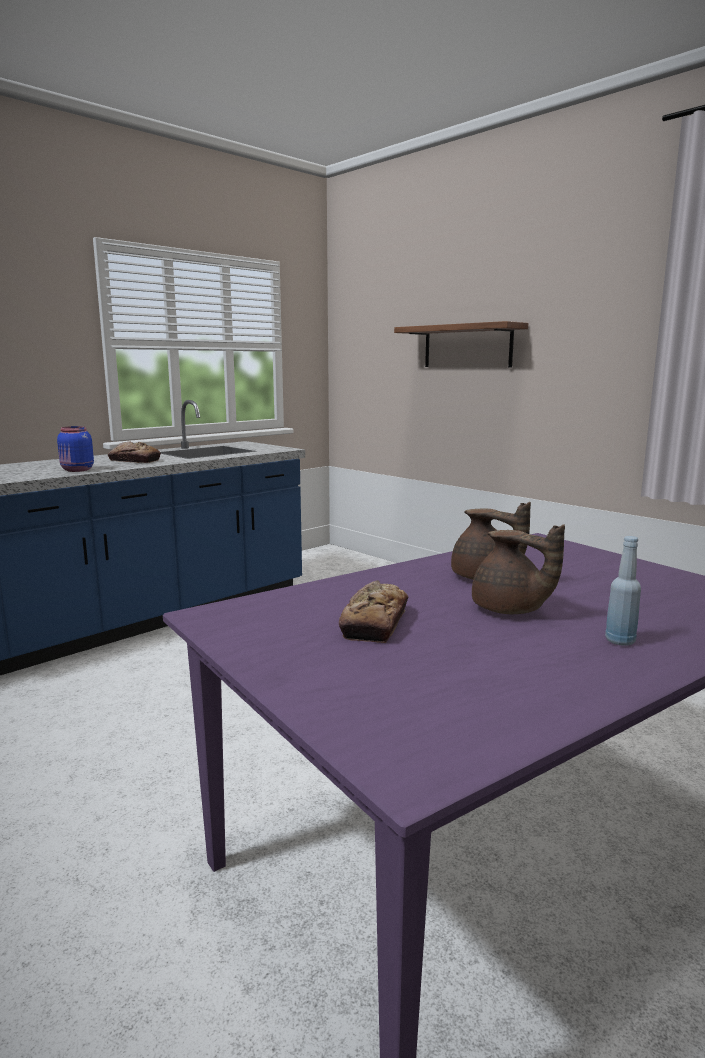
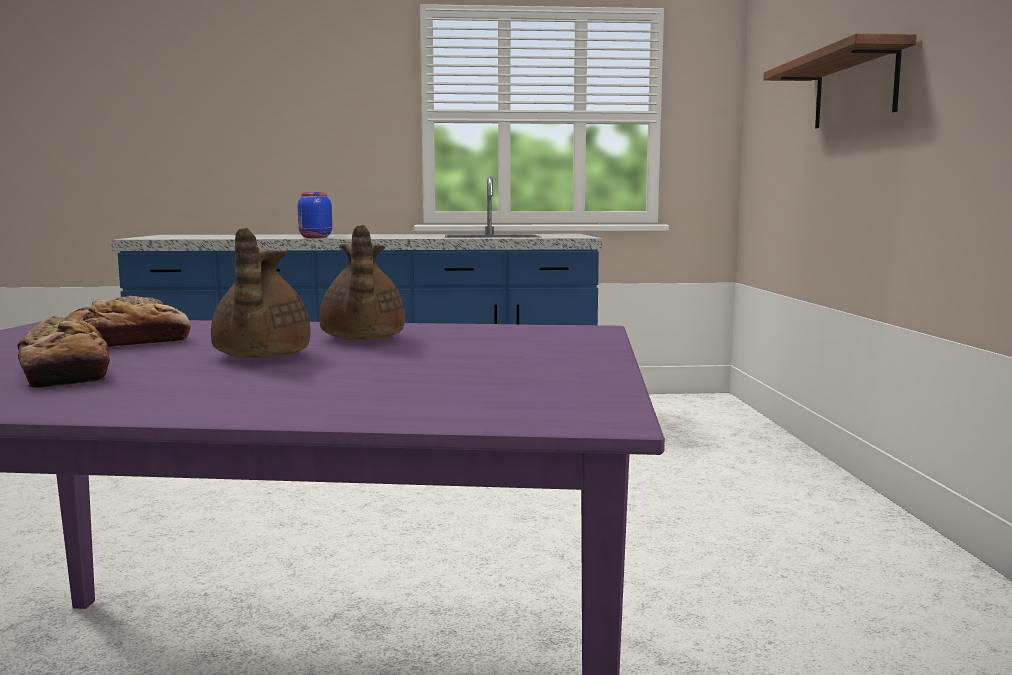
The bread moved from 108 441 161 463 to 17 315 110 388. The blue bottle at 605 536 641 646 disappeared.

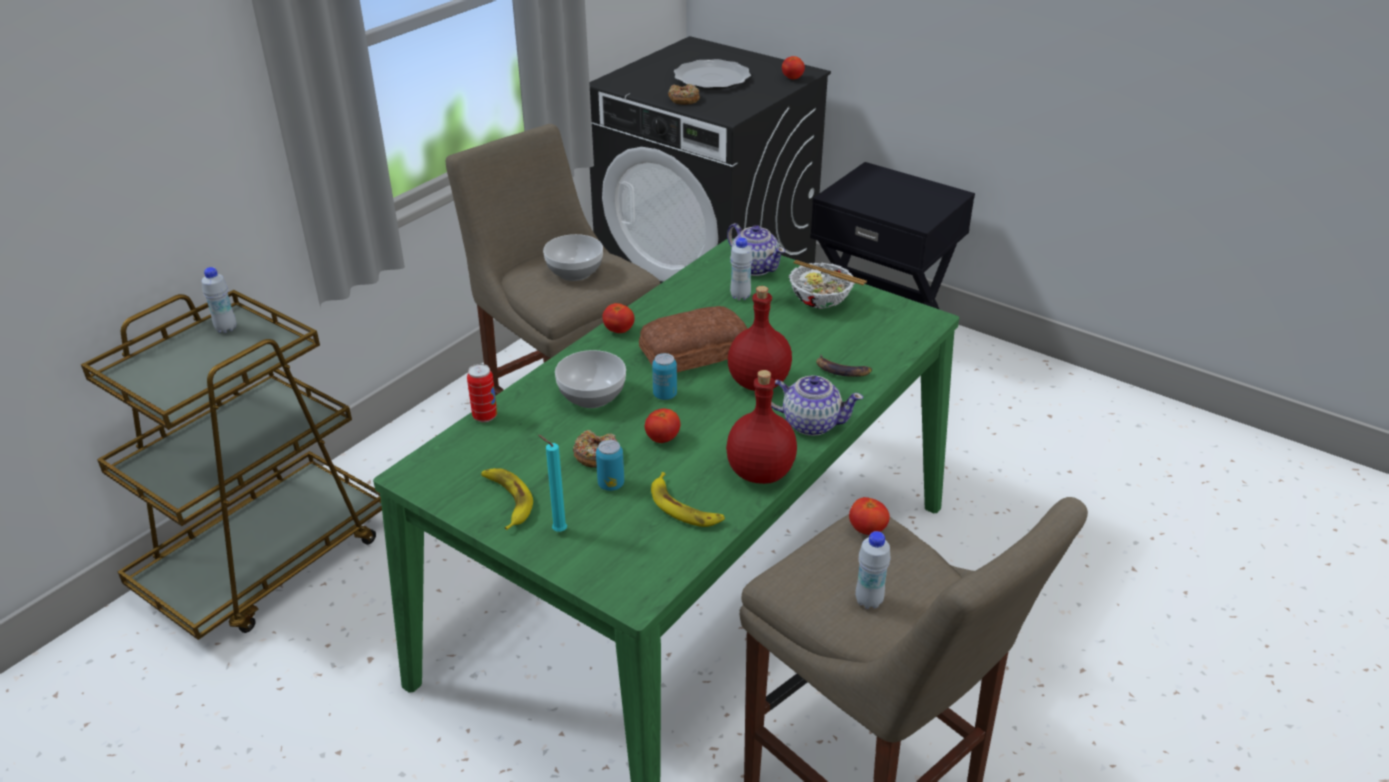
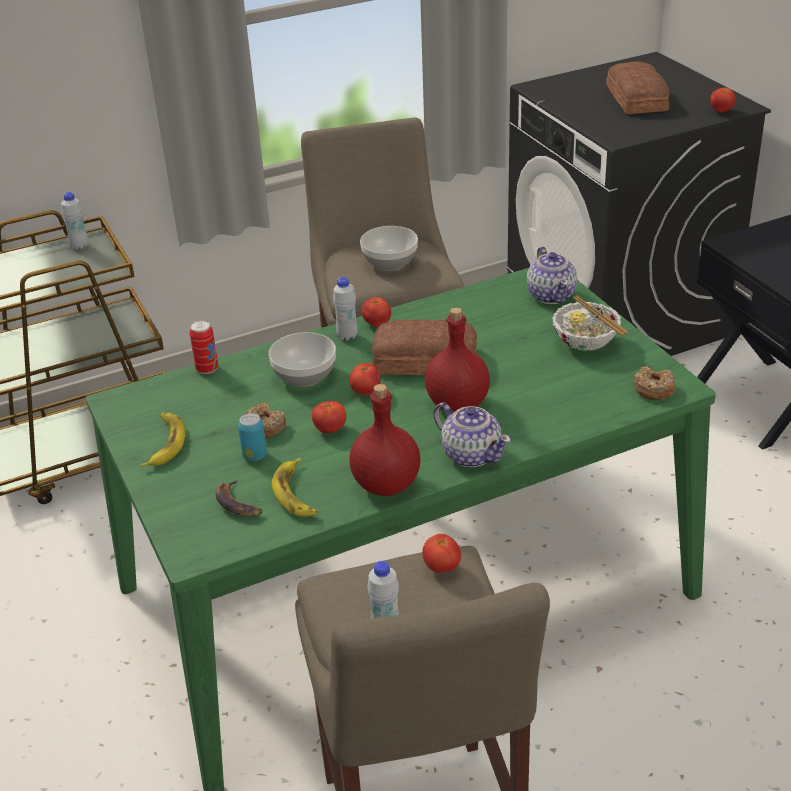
The plate at 673 59 751 90 was replaced by the bread at 606 61 670 114. The donut moved from 668 84 700 105 to 633 366 676 400. The white bottle moved from 730 238 753 301 to 333 277 358 341. The can at 652 353 677 400 was replaced by the tomato at 349 363 381 395. The banana moved from 816 355 872 377 to 215 479 263 517. The turquoise candle at 538 435 567 532 disappeared.

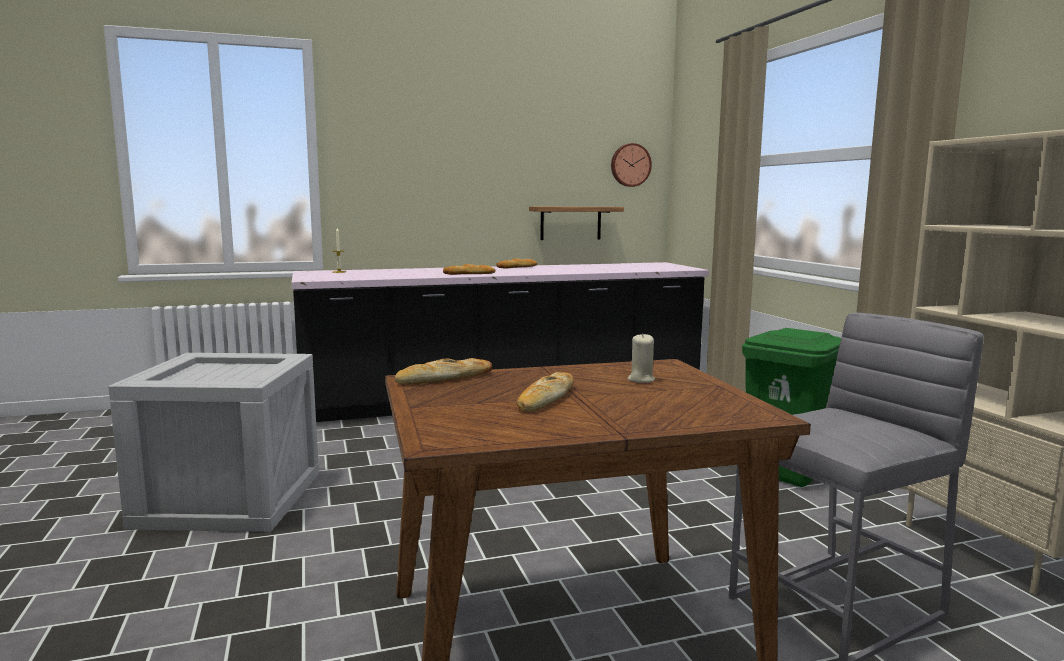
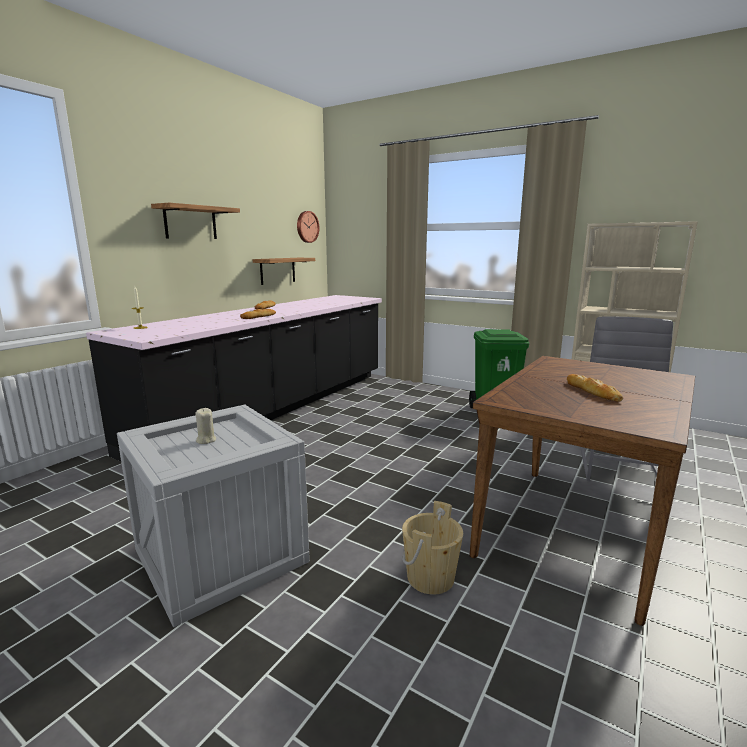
The beige candle moved from 628 334 655 383 to 195 408 216 444. The bread at 395 358 492 384 disappeared. The shelf at 151 203 240 239 appeared. The beige bucket at 402 501 463 594 appeared.

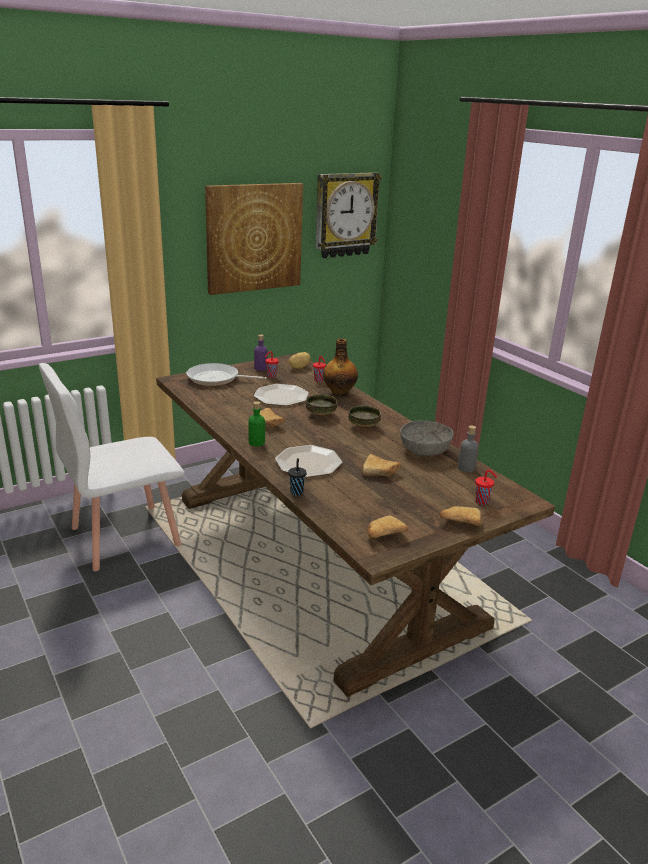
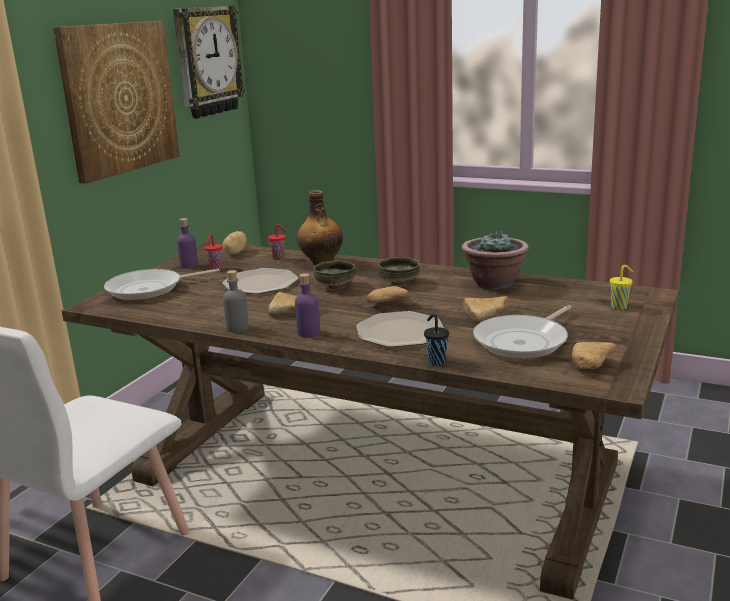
The green bottle at 248 401 265 447 became the purple bottle at 295 273 320 337. The grey bowl at 400 421 453 456 was replaced by the potted plant at 461 231 529 290. The grey bottle moved from 458 426 479 472 to 223 270 249 333. The red cup at 475 470 497 505 became the yellow cup at 610 265 633 310. The bread moved from 440 506 482 526 to 366 286 410 303. The frying pan at 473 305 572 359 appeared.

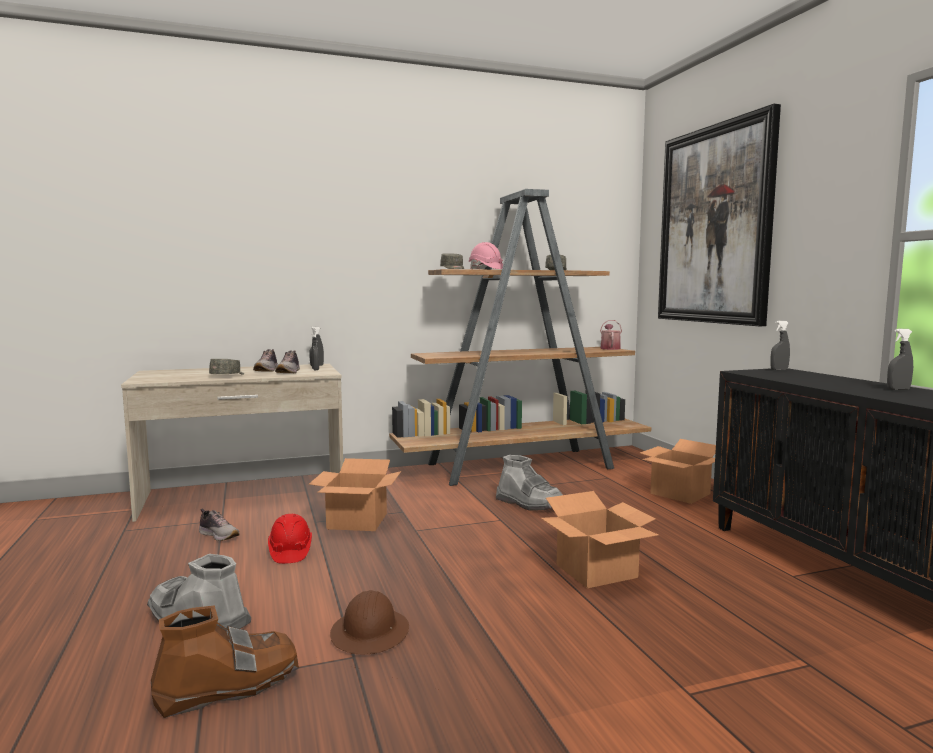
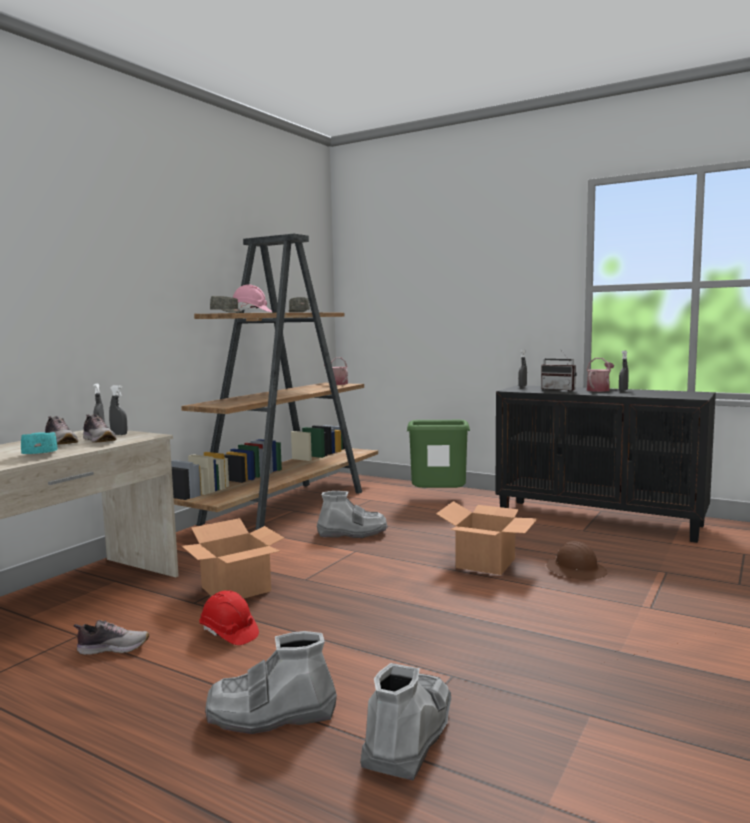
The picture at 658 104 781 326 disappeared. The grey cap at 209 359 244 375 became the turquoise cap at 21 432 57 454. The cardboard box at 640 439 716 504 was replaced by the green trash can at 407 420 470 488. The brown hard hat moved from 330 590 409 654 to 546 541 608 580. The brown boot at 151 605 299 718 became the grey boot at 360 663 451 781. The radio at 541 349 577 391 appeared. The watering can at 587 358 614 392 appeared.

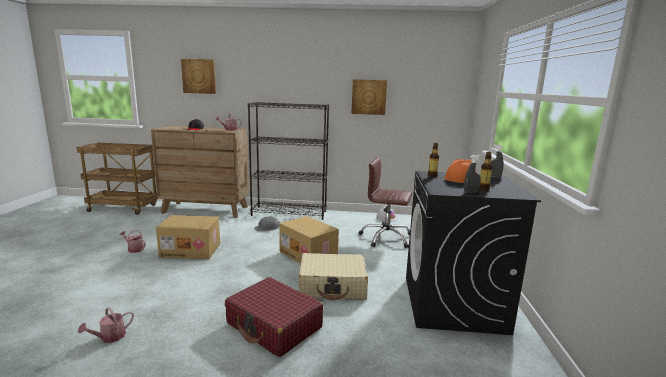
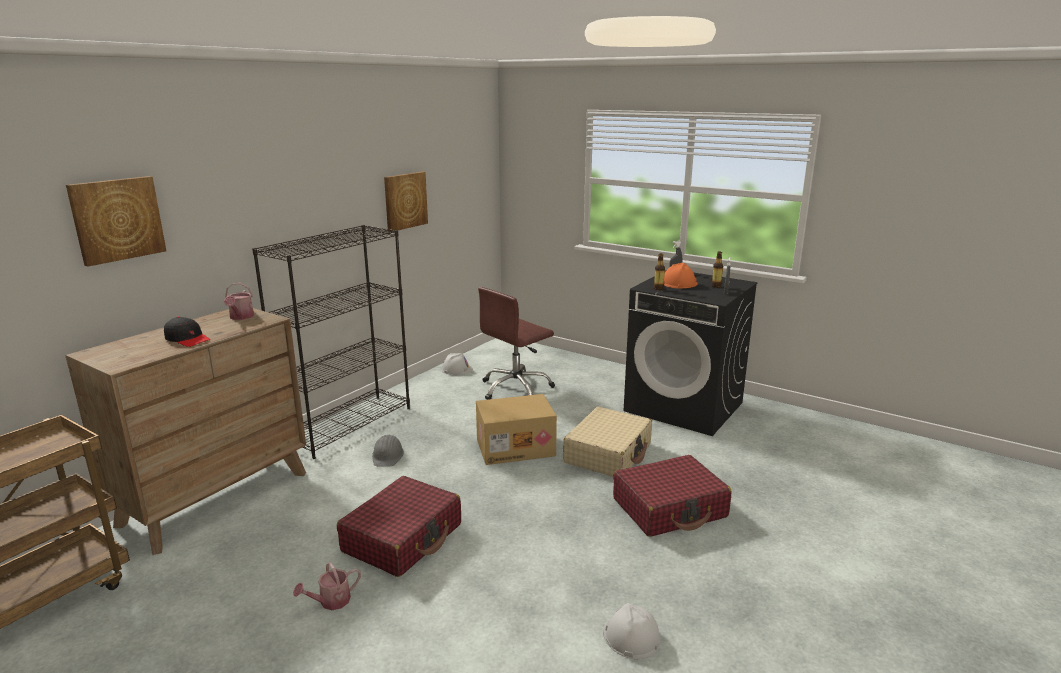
The cardboard box at 156 215 220 259 was replaced by the red suitcase at 337 476 461 577. The watering can at 78 307 134 343 was replaced by the white hard hat at 603 603 660 659.

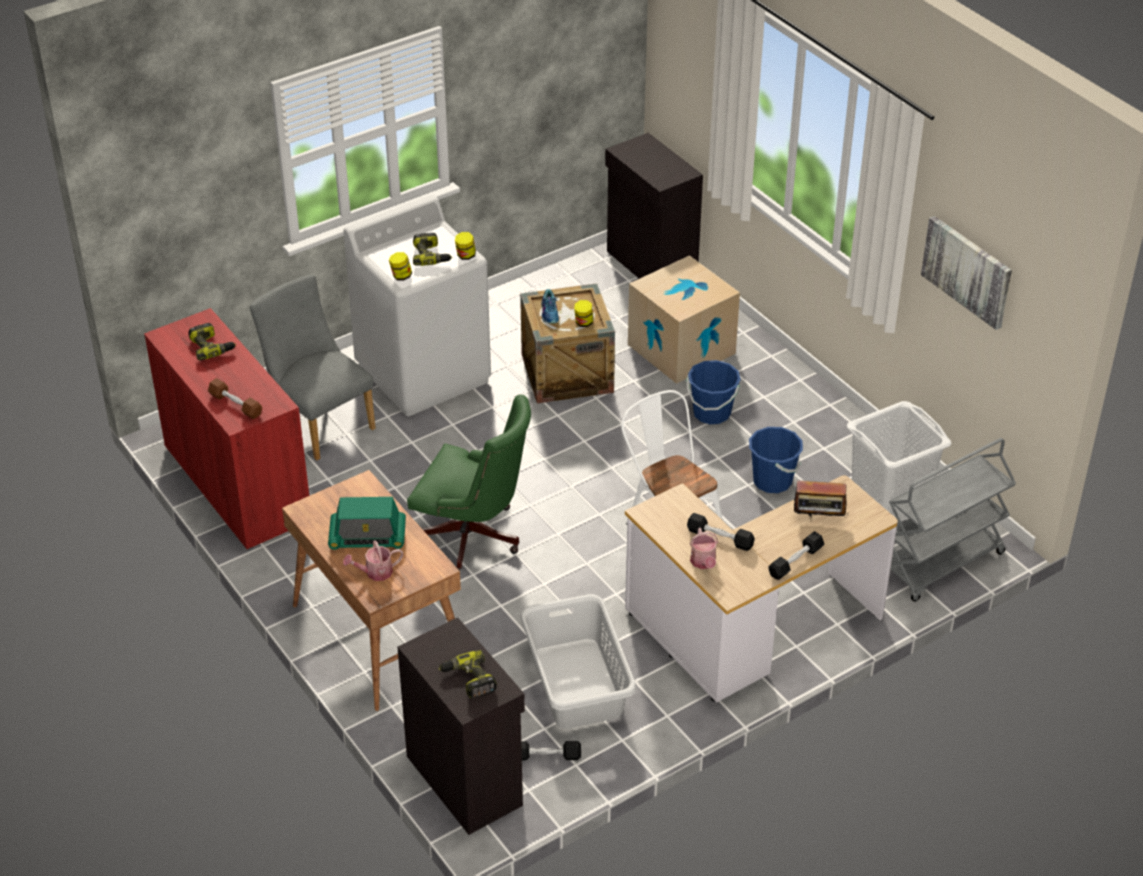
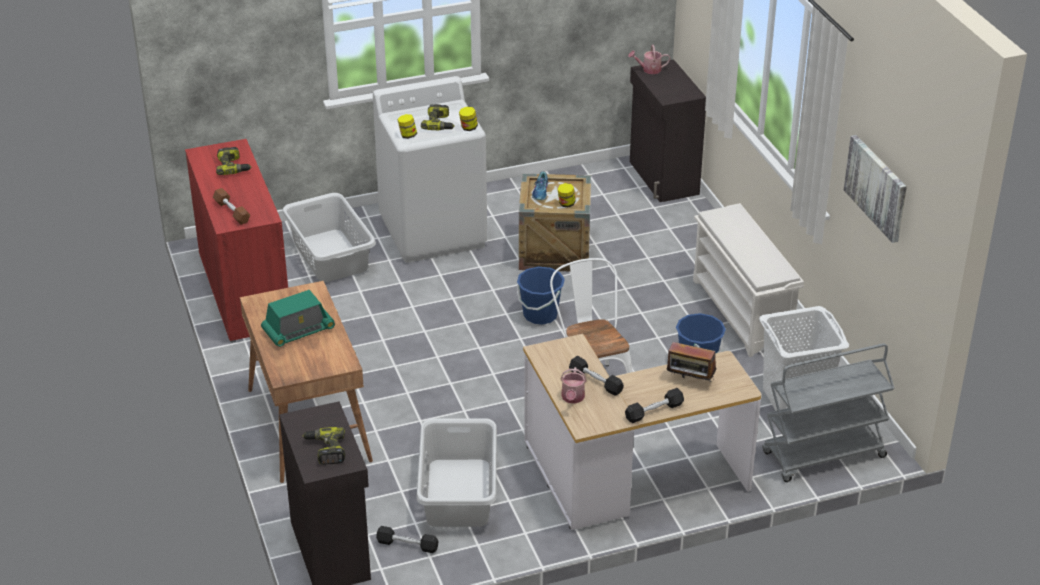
The cardboard box at 628 255 740 384 disappeared. The grey chair at 250 275 376 460 was replaced by the grey laundry basket at 282 193 376 282. The blue bucket moved from 686 360 741 424 to 517 267 565 325. The green office chair at 407 394 531 571 disappeared. The radio at 328 497 406 550 turned 45 degrees counterclockwise. The watering can moved from 343 541 403 581 to 628 45 670 74. The white shoe rack at 693 203 804 357 appeared.

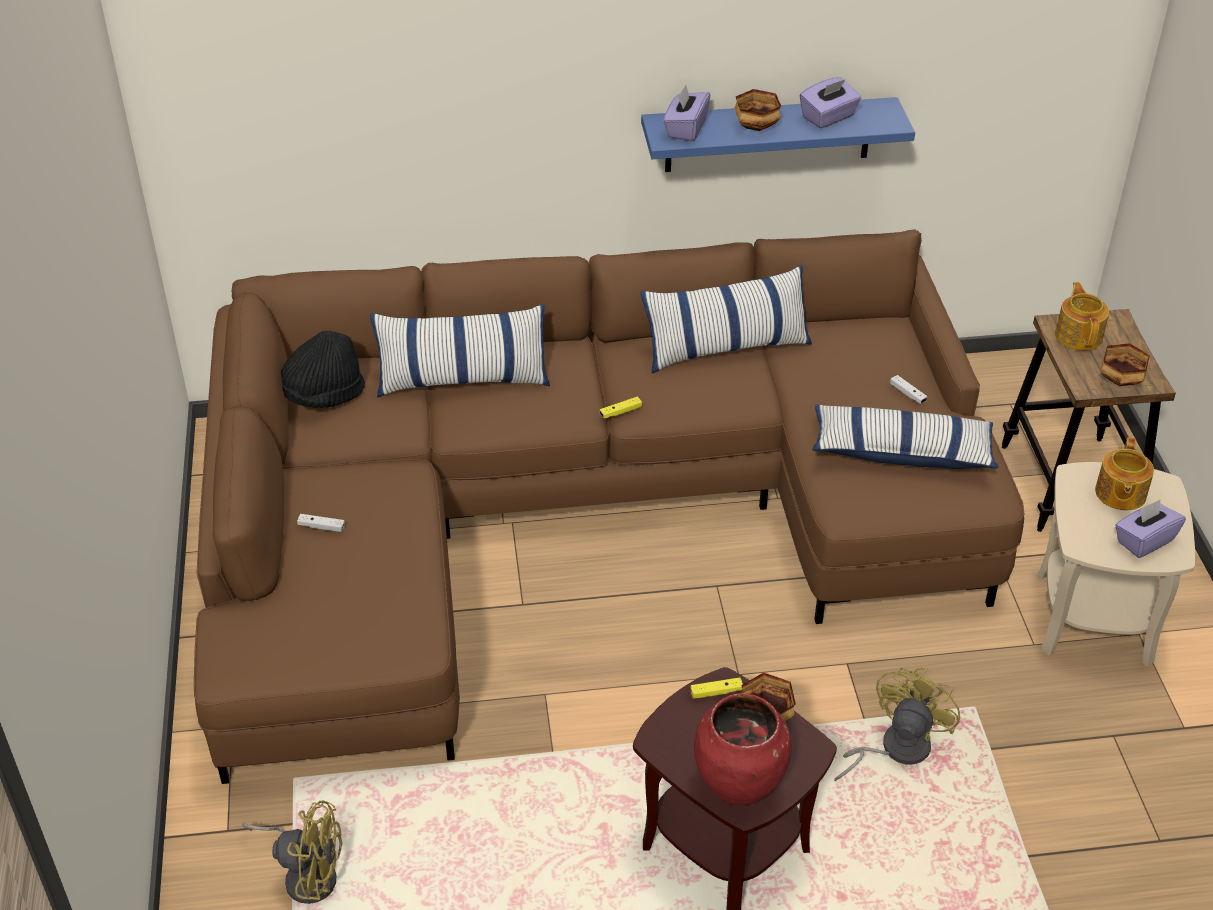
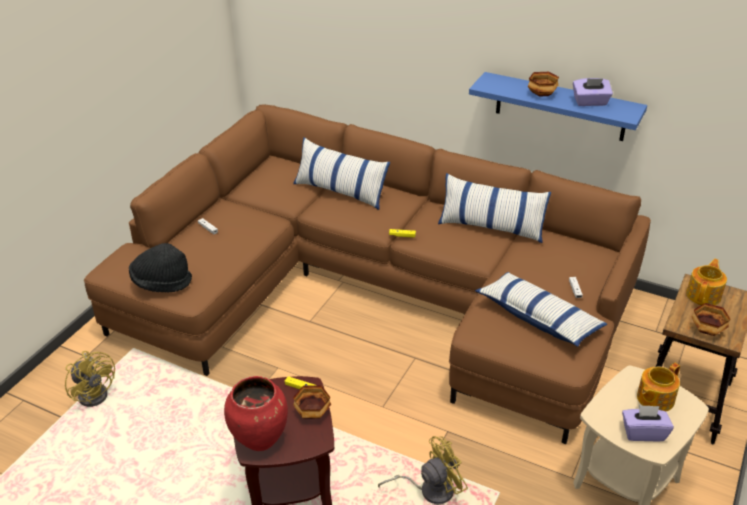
The purple tissue box at 663 85 710 142 disappeared. The black hat moved from 281 331 365 408 to 129 243 192 292.

